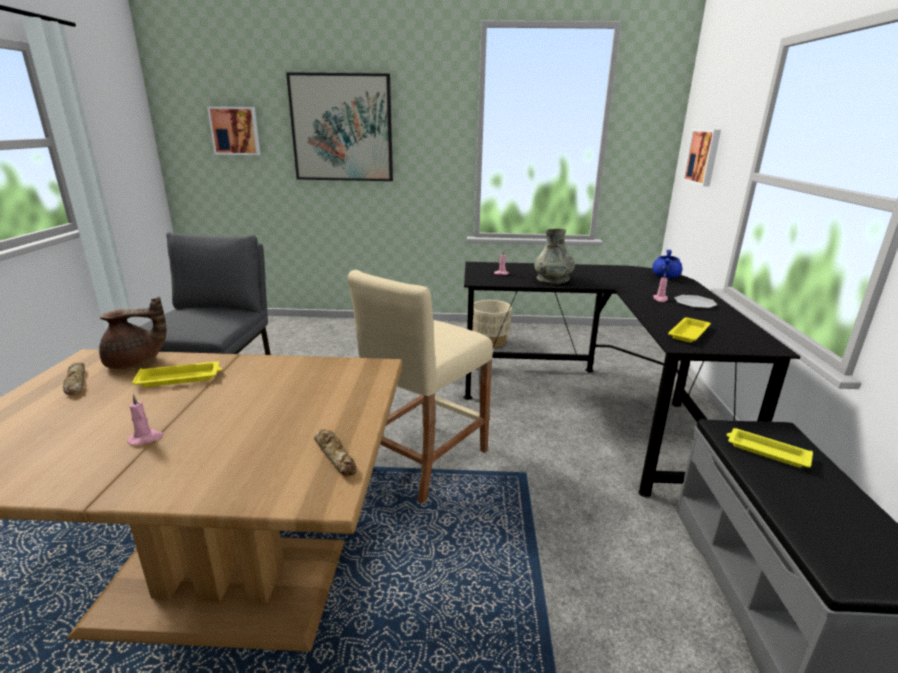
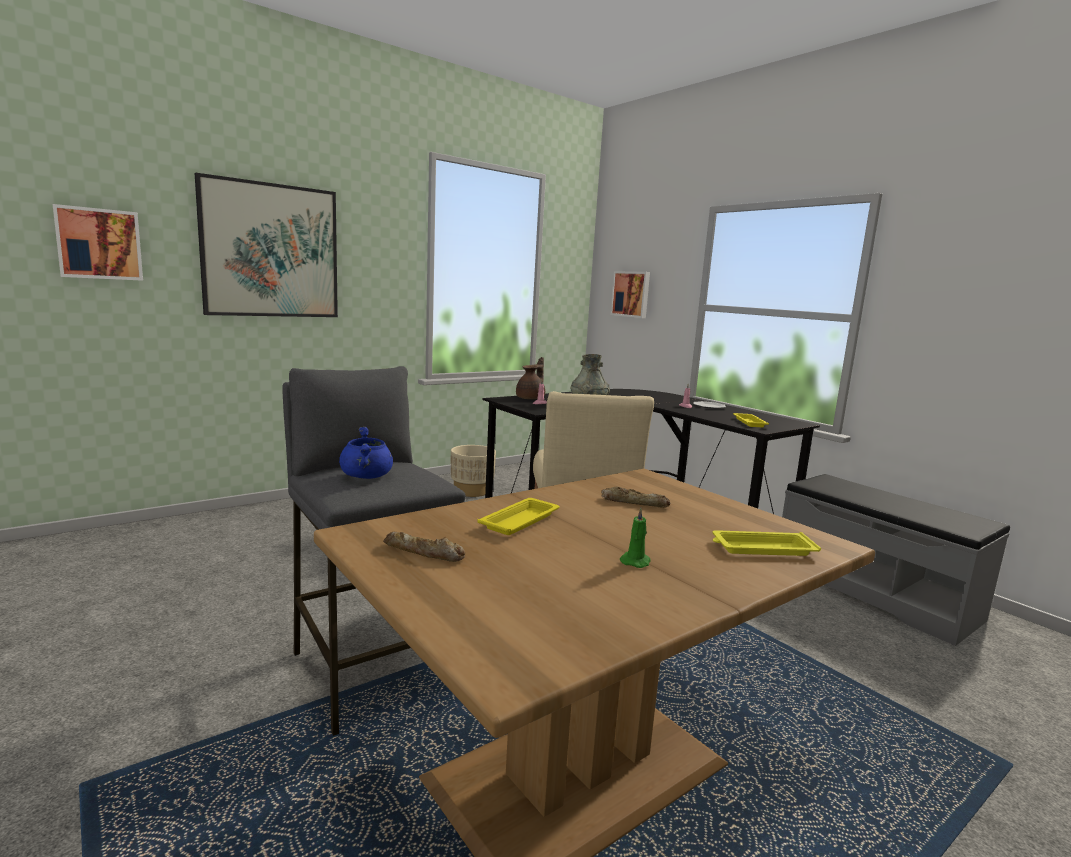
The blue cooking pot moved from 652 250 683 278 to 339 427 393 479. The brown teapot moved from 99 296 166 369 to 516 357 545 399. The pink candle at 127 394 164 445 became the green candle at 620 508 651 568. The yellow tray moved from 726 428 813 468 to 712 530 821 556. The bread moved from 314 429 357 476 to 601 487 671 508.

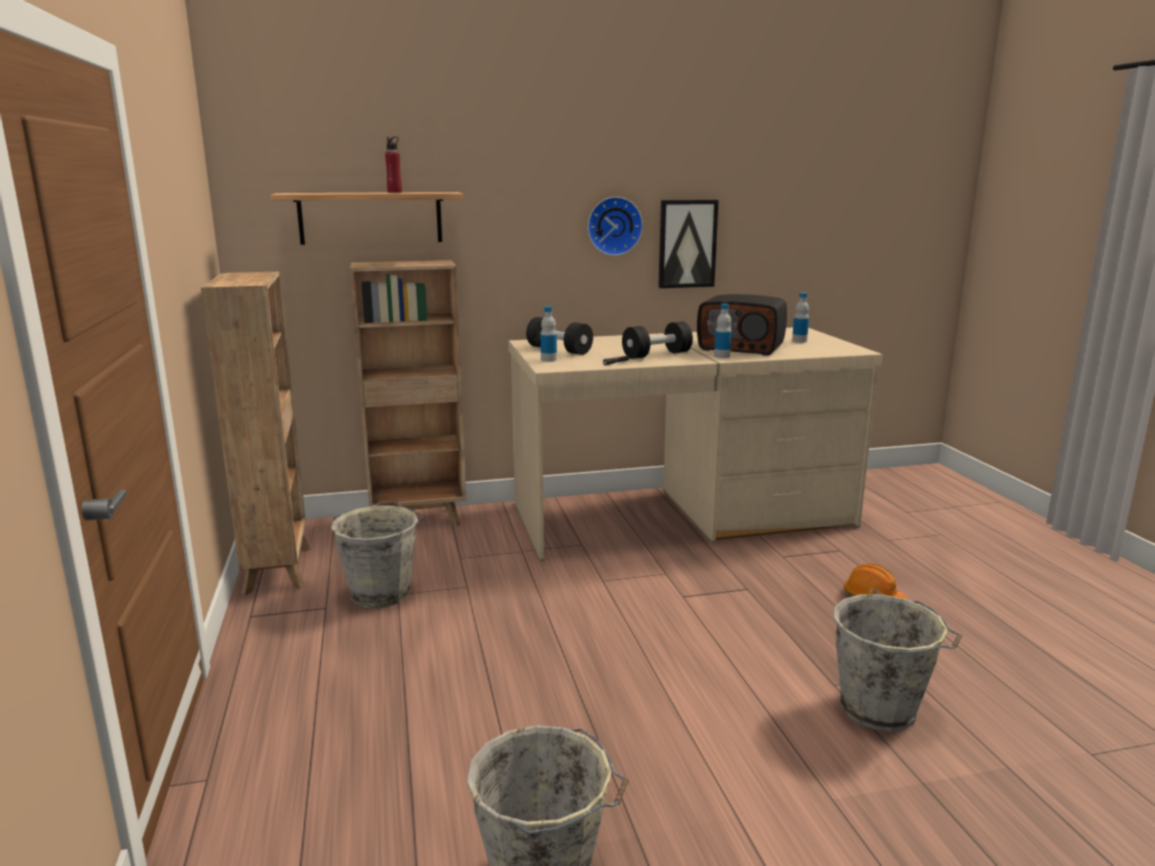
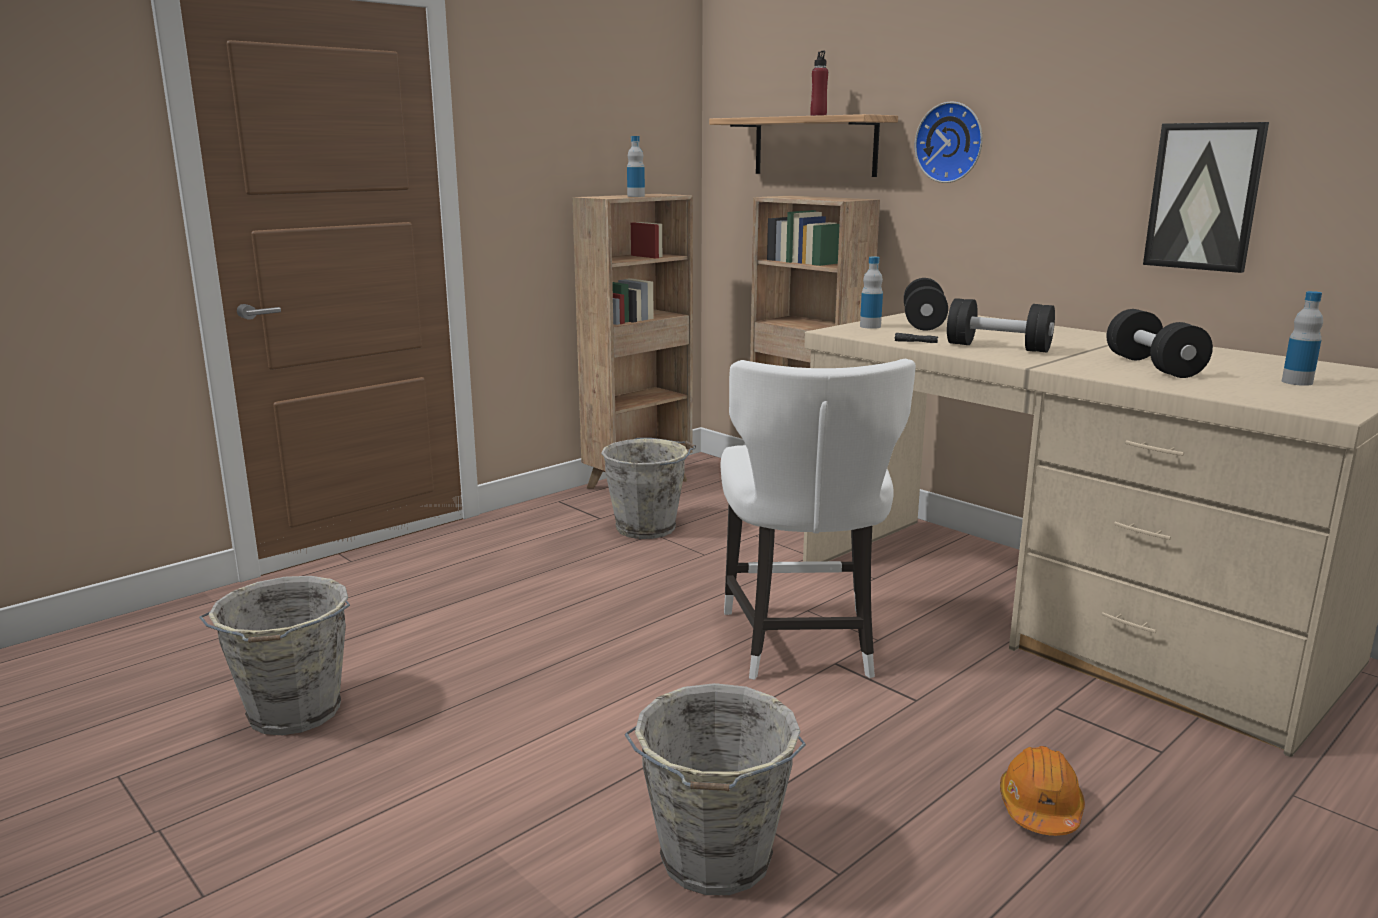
The wall clock moved from 588 197 643 256 to 915 101 983 183. The radio at 697 294 787 356 was replaced by the black dumbbell at 1107 309 1213 378. The bottle moved from 714 303 732 358 to 627 136 645 197. The white chair at 721 359 916 680 appeared.

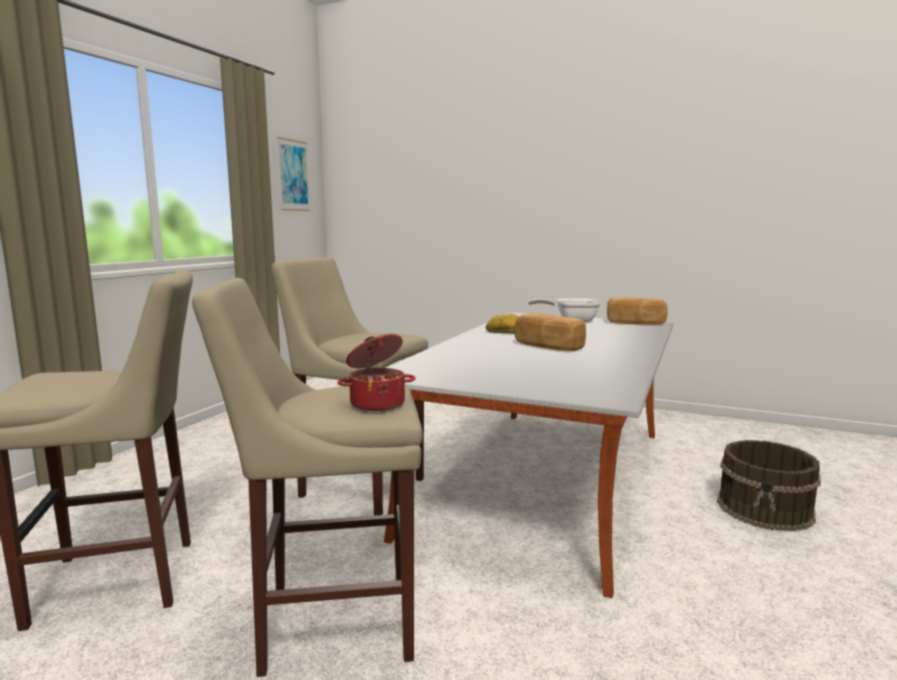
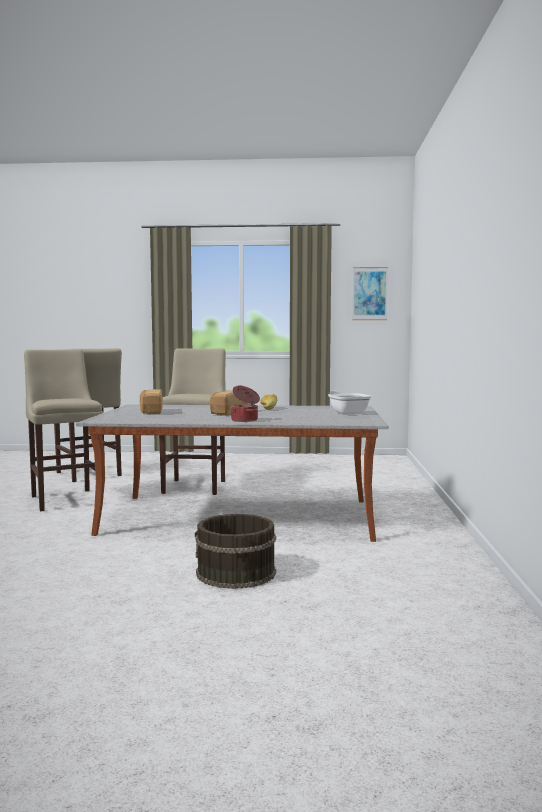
The bread moved from 607 297 668 325 to 140 389 163 414. The cooking pot moved from 337 334 416 411 to 231 385 260 422.

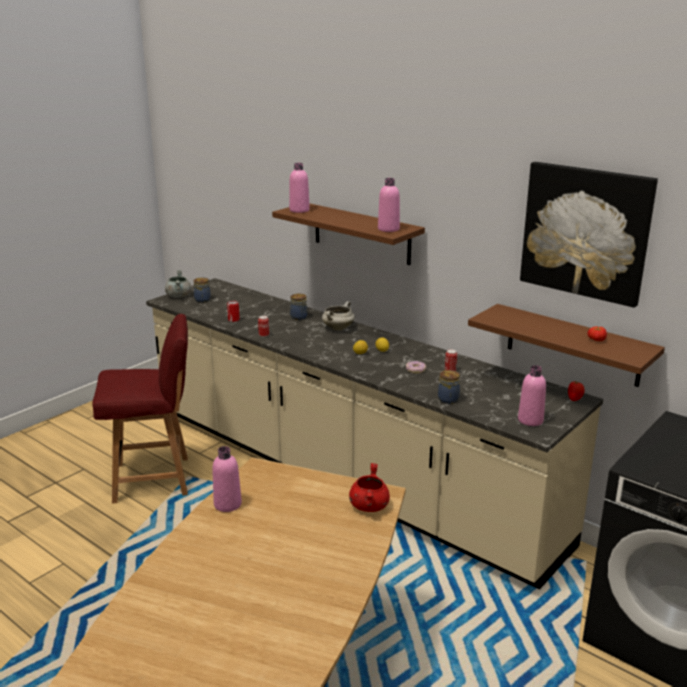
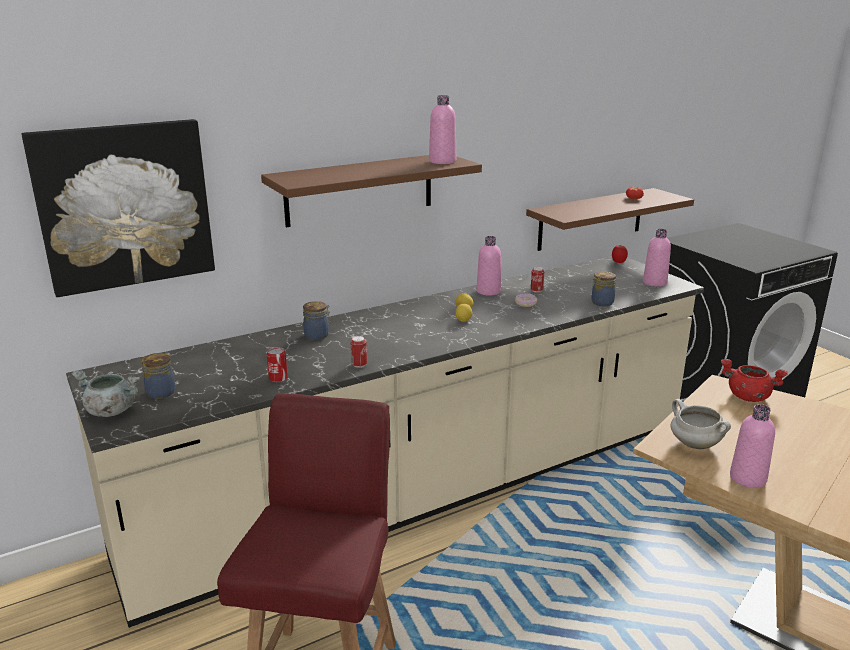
The picture moved from 520 162 658 308 to 22 119 215 297. The pink bottle moved from 289 163 310 213 to 477 236 501 296. The white cooking pot moved from 322 301 355 330 to 670 399 731 449.

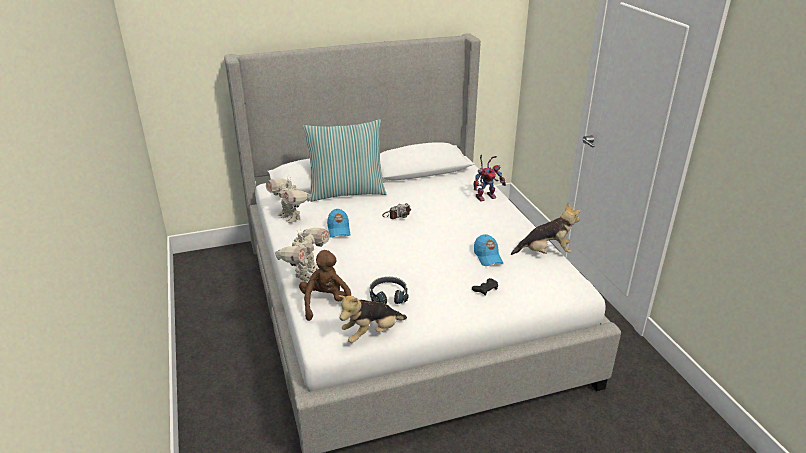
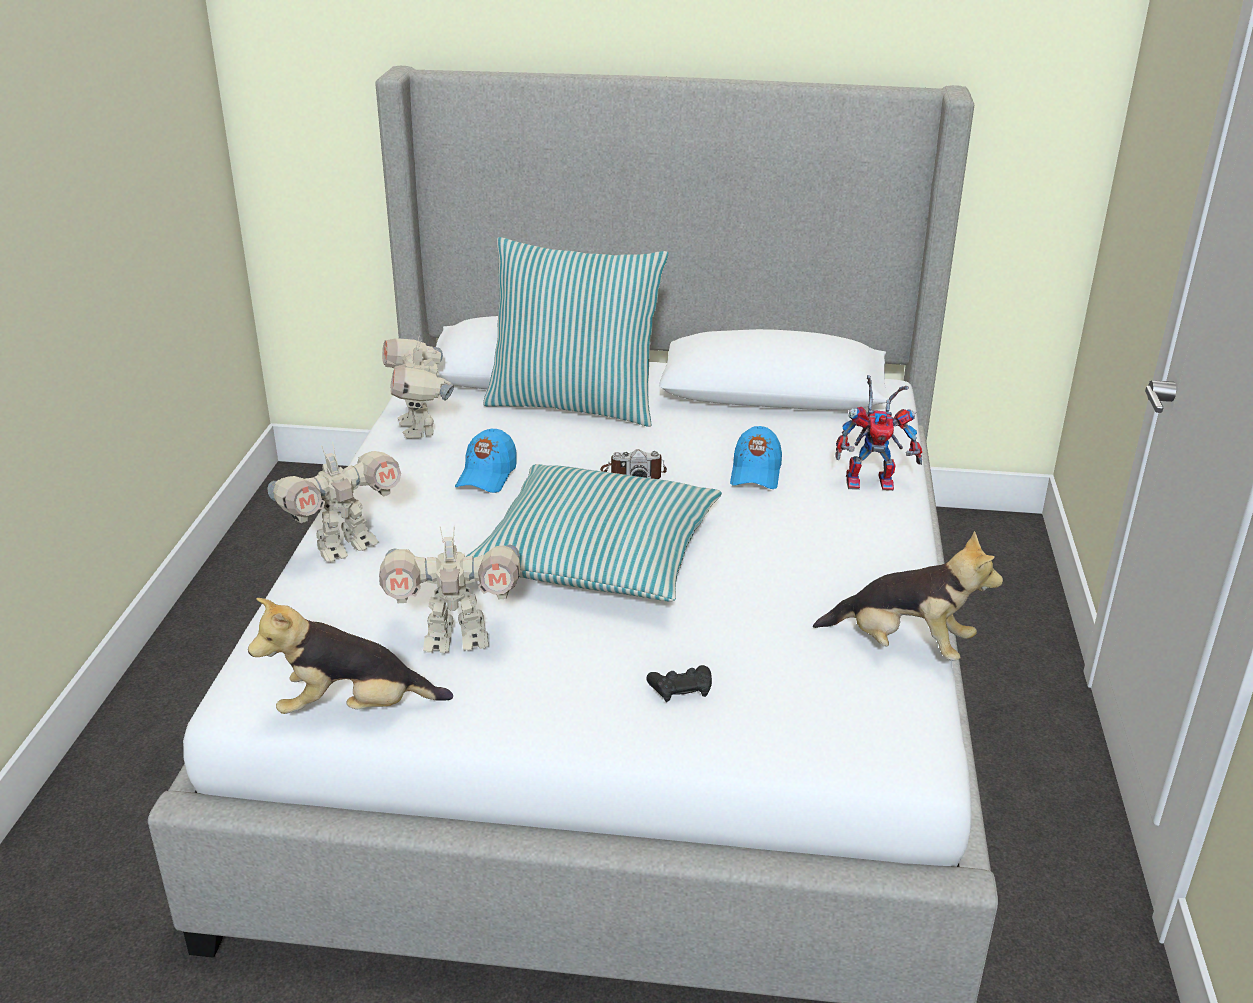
The blue cap moved from 474 234 503 266 to 730 426 782 489. The brown plush toy at 299 250 351 321 disappeared. The black headphones at 370 277 409 304 was replaced by the toy robot at 379 526 521 653. The pillow at 465 464 722 601 appeared.

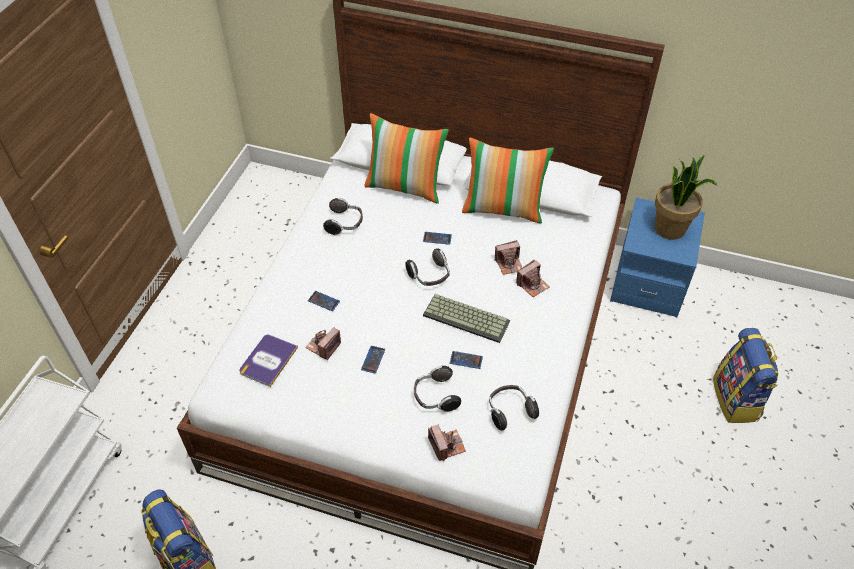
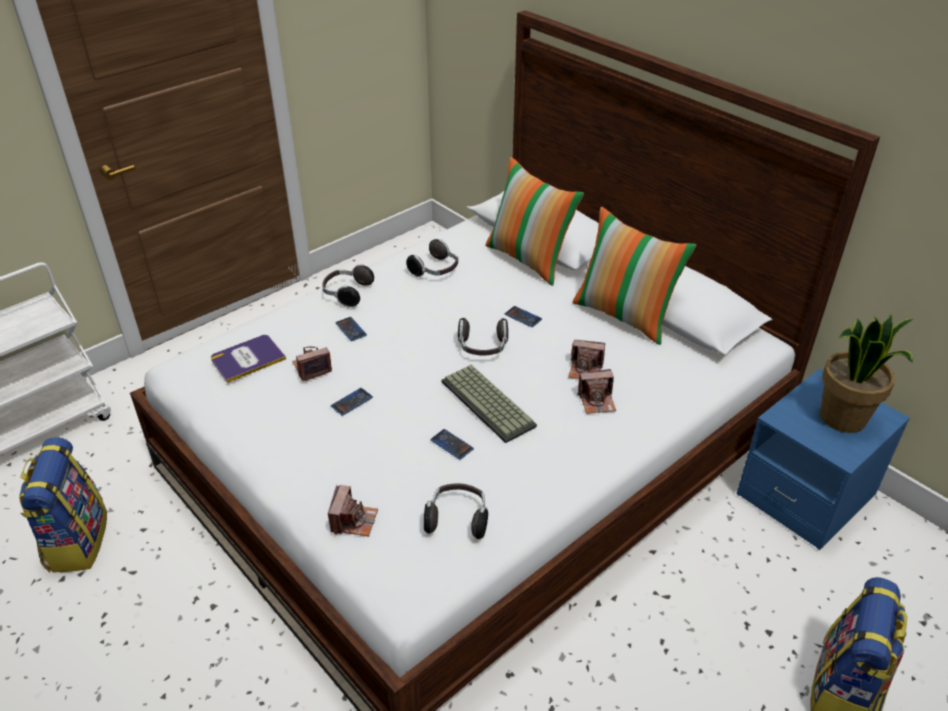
The headphones moved from 414 366 461 412 to 322 264 374 308.

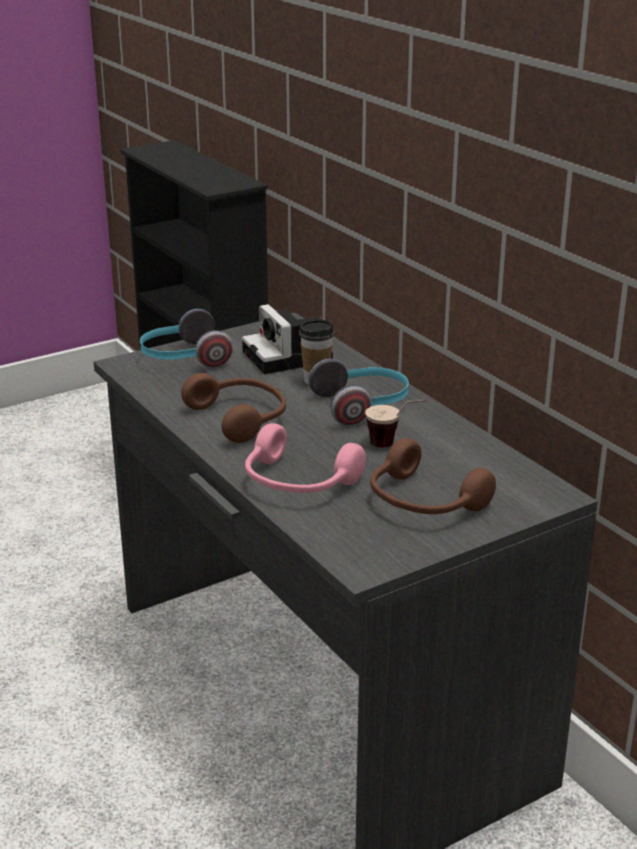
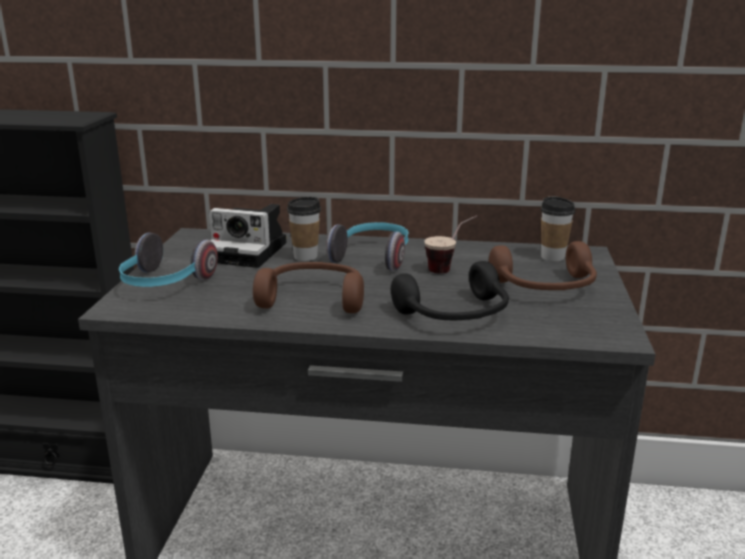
The pink headphones at 245 423 366 493 became the black headphones at 391 261 509 321. The cup at 541 197 575 262 appeared.

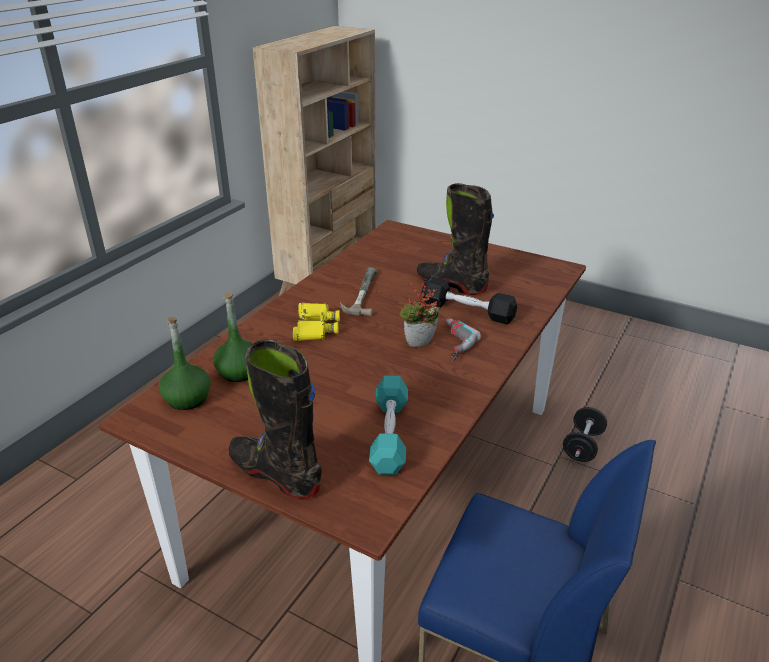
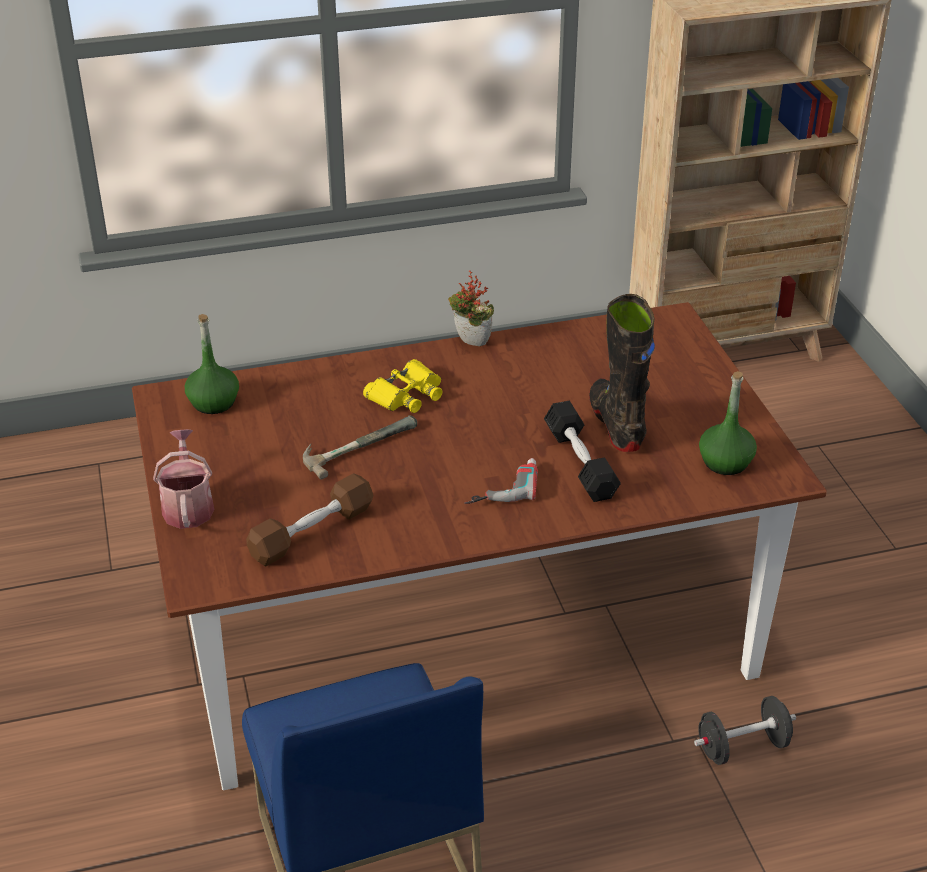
The hammer moved from 340 267 377 316 to 303 415 417 480. The potted plant moved from 399 283 439 347 to 448 271 494 346. The green bottle moved from 213 292 253 382 to 699 371 757 475. The black boot at 229 339 322 499 was replaced by the watering can at 153 429 214 529. The turquoise dumbbell at 369 376 408 475 became the brown dumbbell at 246 474 373 566.

